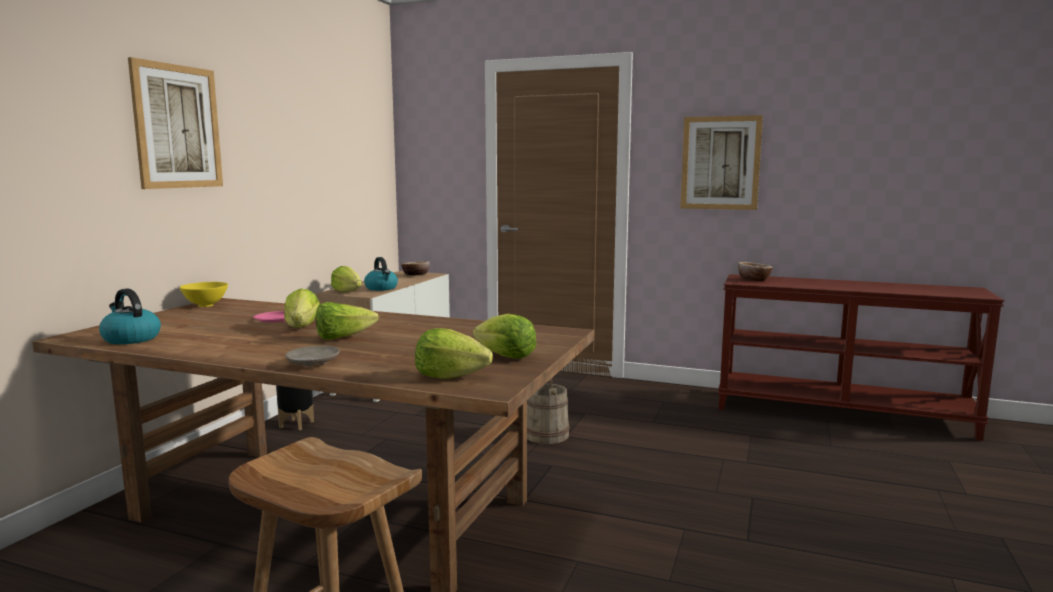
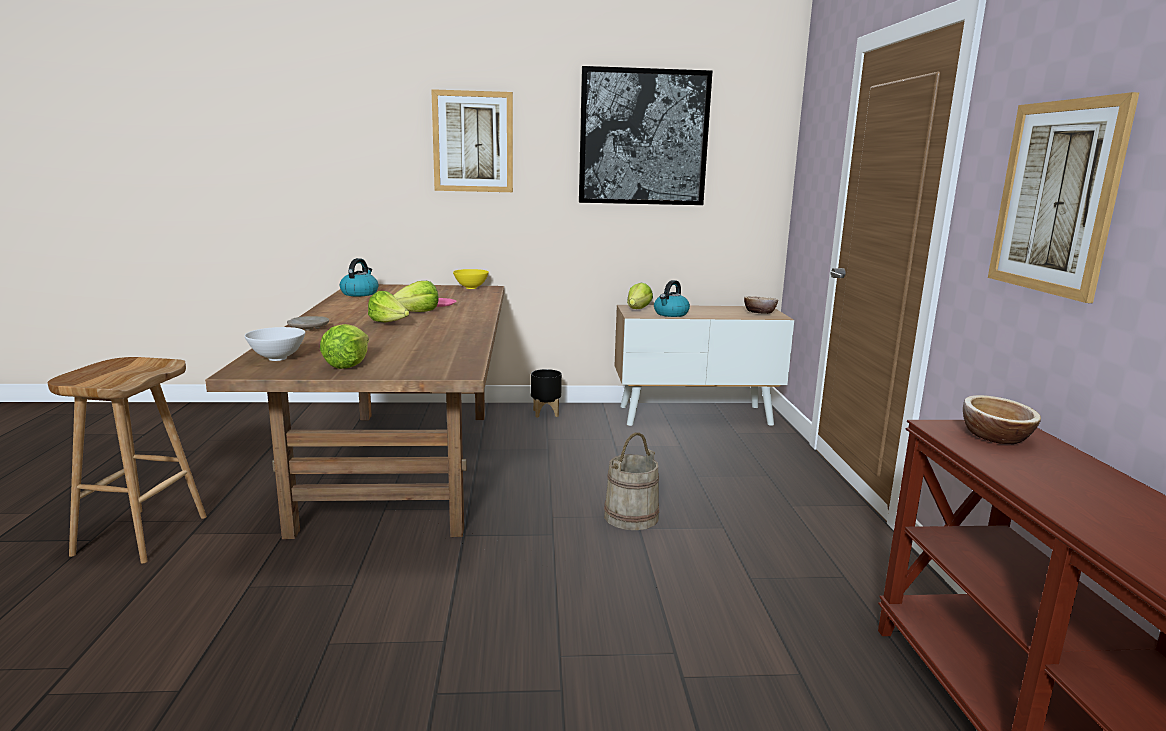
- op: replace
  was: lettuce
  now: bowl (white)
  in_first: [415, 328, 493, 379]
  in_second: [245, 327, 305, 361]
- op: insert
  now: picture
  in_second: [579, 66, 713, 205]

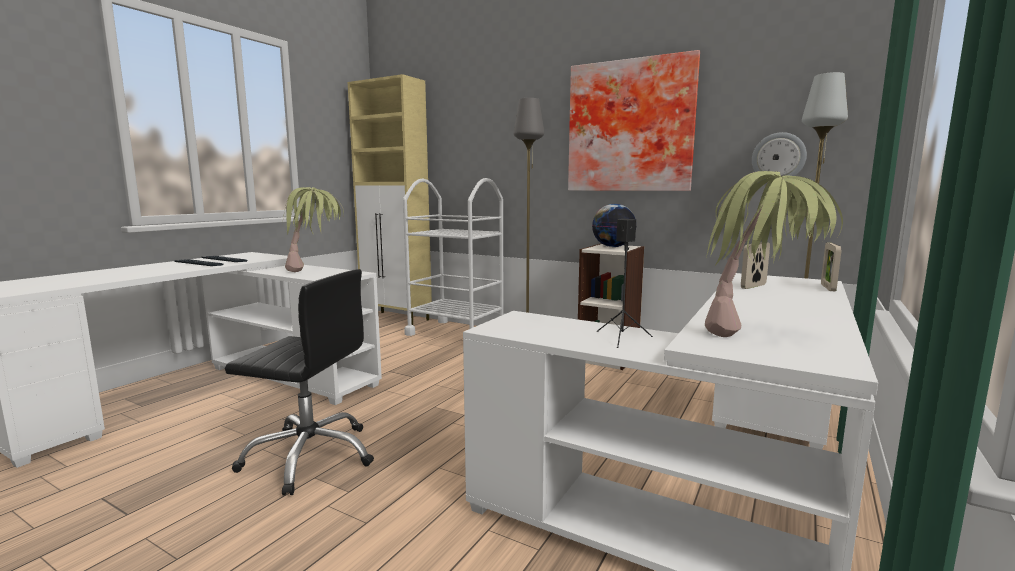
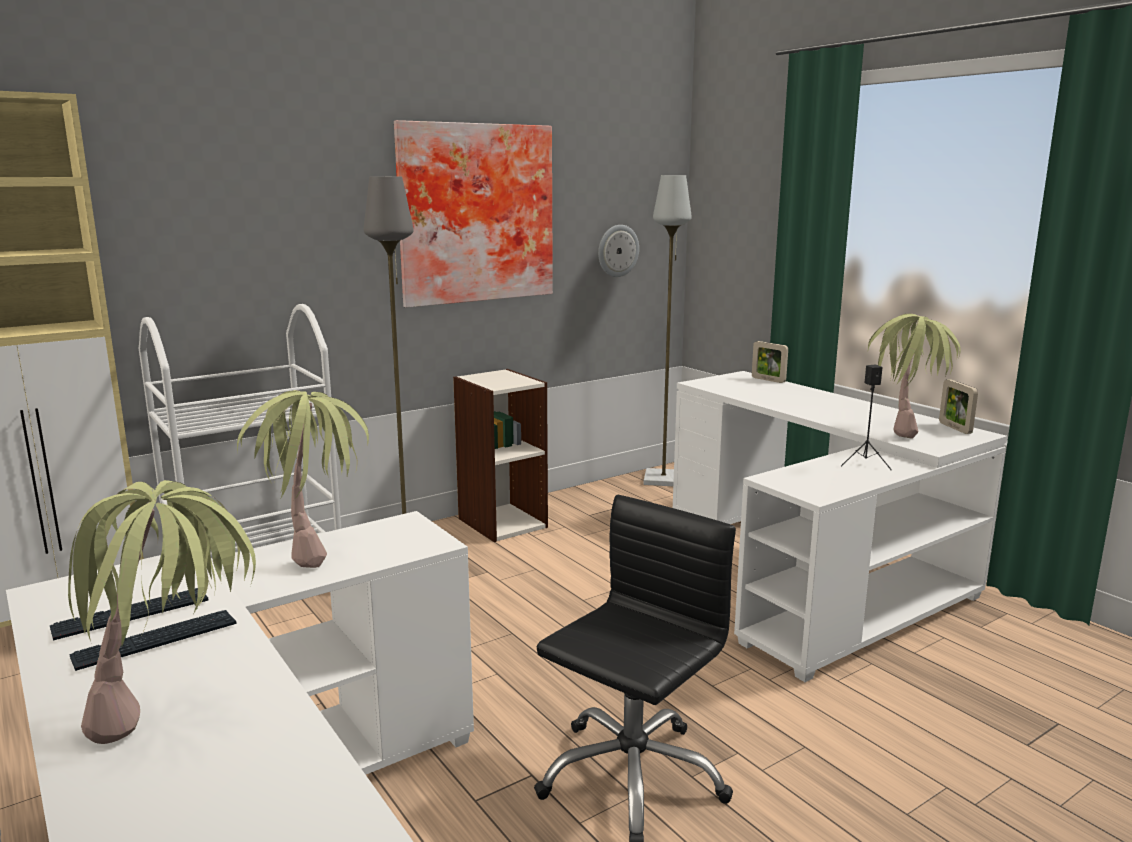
- op: insert
  now: potted plant
  in_second: [68, 480, 256, 744]
- op: move
  was: picture frame
  in_first: [741, 242, 770, 289]
  in_second: [939, 379, 978, 434]
- op: delete
  was: globe
  in_first: [592, 204, 637, 247]

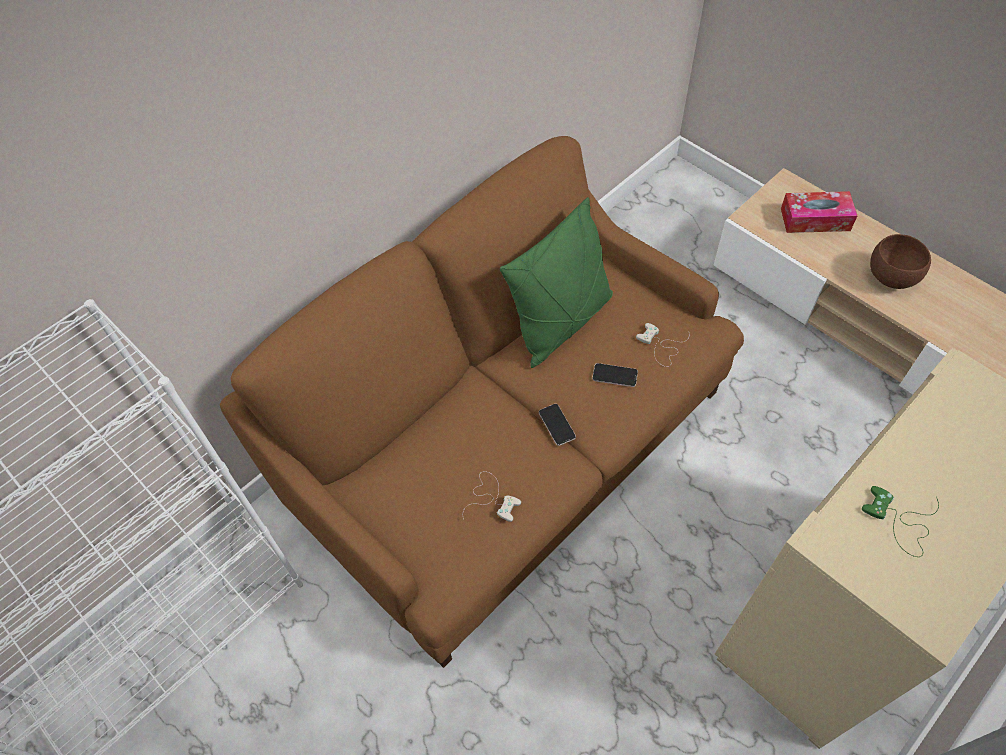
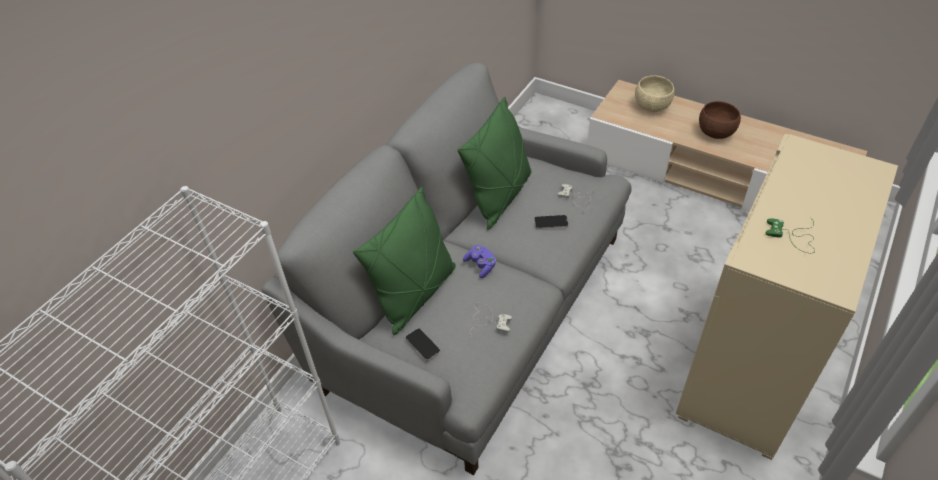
- op: recolor
  was: sofa (brown)
  now: sofa (grey)
  in_first: [220, 136, 744, 668]
  in_second: [262, 63, 632, 475]
- op: insert
  now: pillow (green)
  in_second: [353, 187, 456, 336]
- op: move
  was: phone
  in_first: [539, 404, 576, 446]
  in_second: [405, 328, 440, 361]
- op: insert
  now: game controller (purple)
  in_second: [463, 245, 496, 278]
- op: replace
  was: tissue box
  now: bowl (beige)
  in_first: [781, 191, 857, 233]
  in_second: [635, 75, 675, 112]

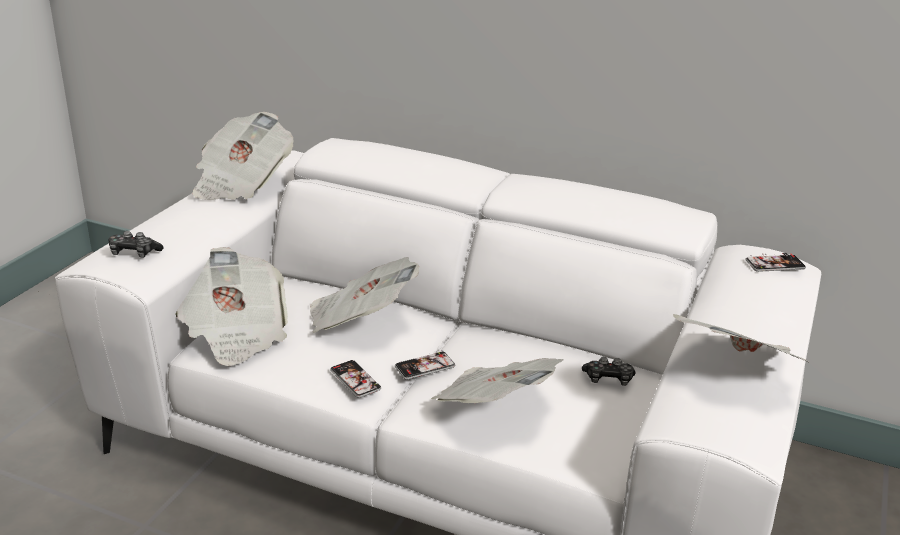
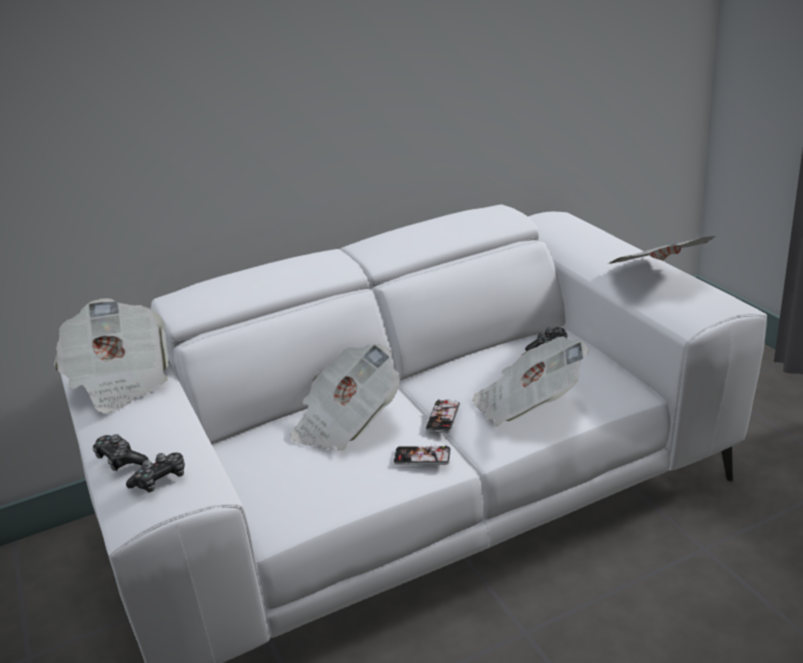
- op: insert
  now: game controller
  in_second: [92, 434, 149, 471]
- op: delete
  was: newspaper
  in_first: [176, 247, 288, 366]
- op: delete
  was: phone
  in_first: [746, 253, 806, 272]

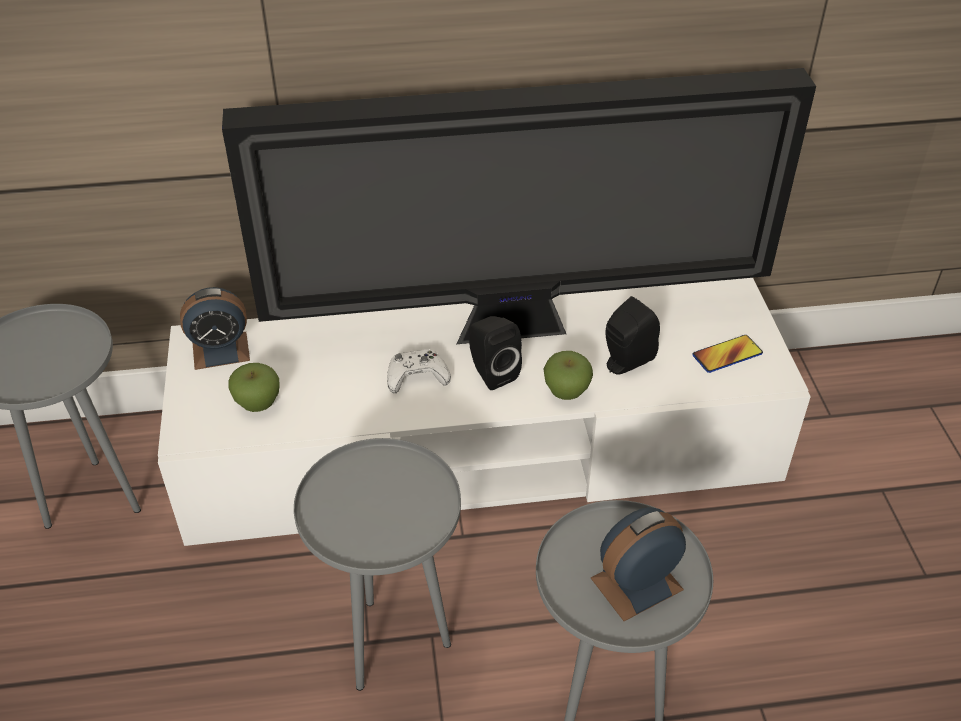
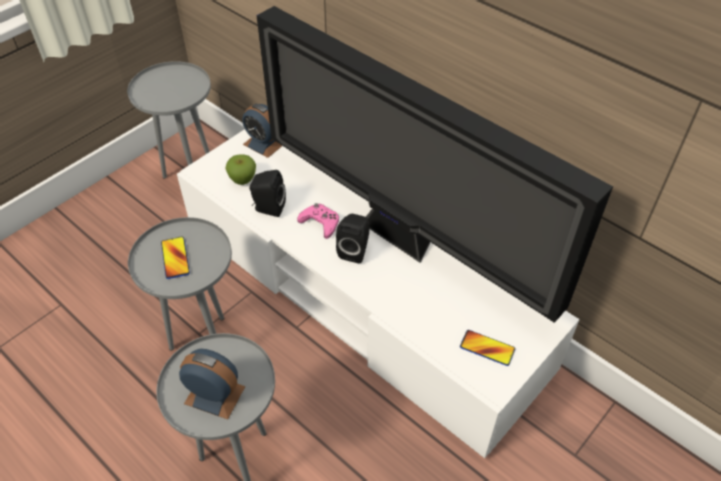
- op: insert
  now: phone
  in_second: [161, 236, 190, 279]
- op: move
  was: speaker (black)
  in_first: [606, 296, 660, 375]
  in_second: [250, 170, 286, 217]
- op: recolor
  was: game controller (white)
  now: game controller (pink)
  in_first: [387, 349, 451, 393]
  in_second: [297, 203, 339, 239]
- op: delete
  was: apple
  in_first: [544, 351, 593, 400]

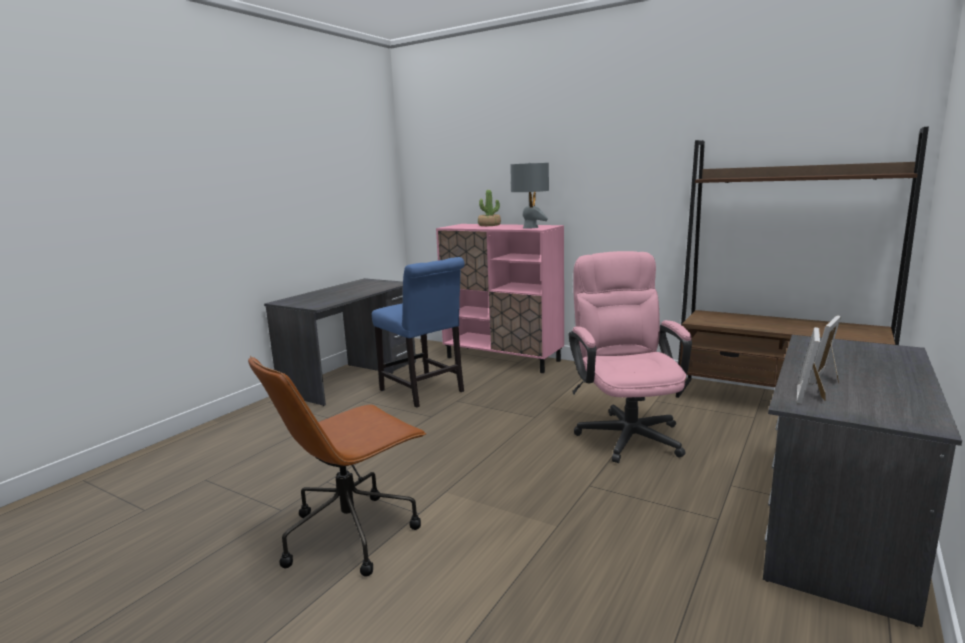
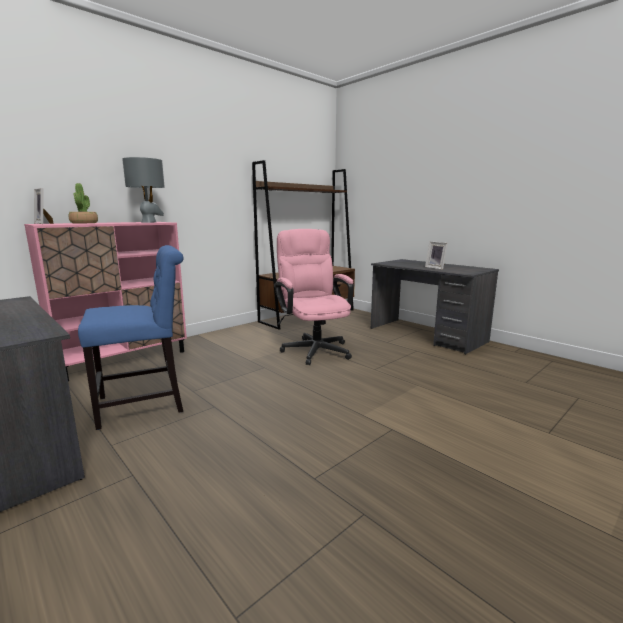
- op: move
  was: picture frame
  in_first: [797, 327, 826, 404]
  in_second: [34, 188, 54, 224]
- op: rotate
  was: office chair (pink)
  in_first: [569, 251, 692, 463]
  in_second: [274, 229, 354, 365]
  clockwise: 60
- op: delete
  was: office chair (brown)
  in_first: [248, 356, 427, 577]

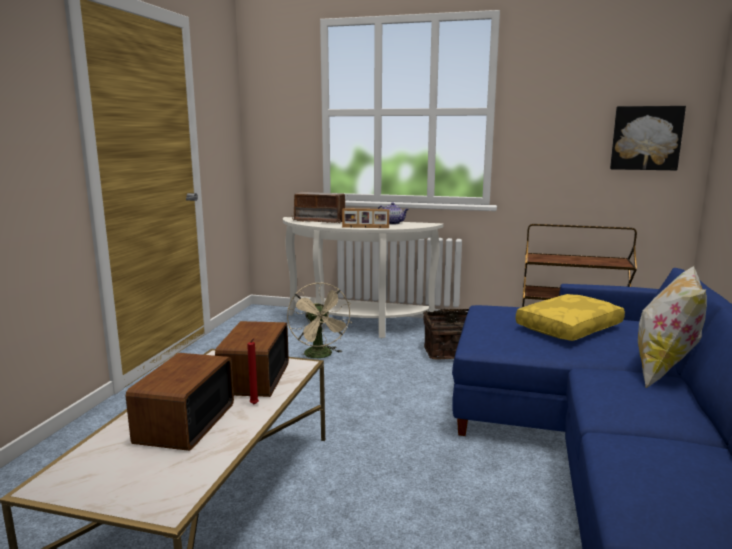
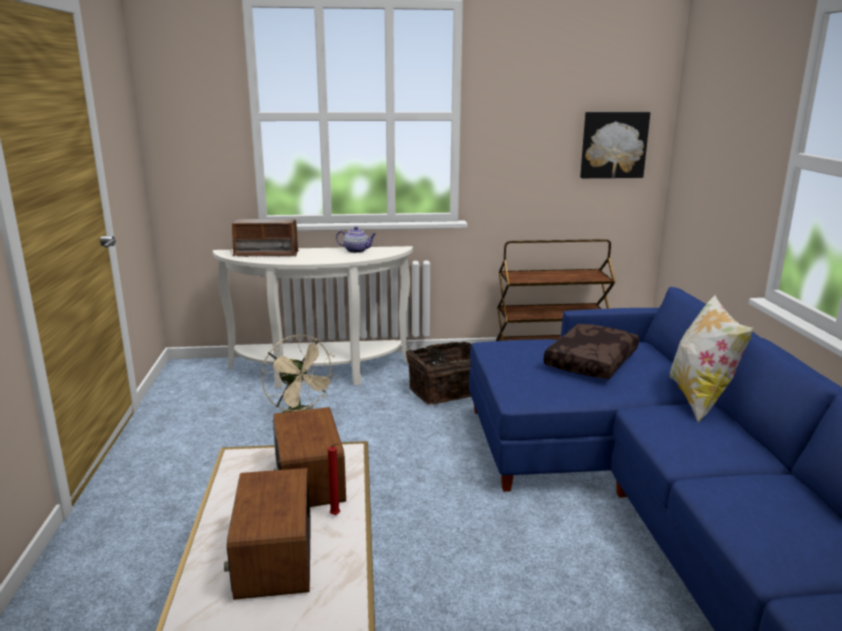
- op: recolor
  was: pillow (yellow)
  now: pillow (brown)
  in_first: [516, 294, 625, 341]
  in_second: [544, 324, 639, 379]
- op: delete
  was: picture frame
  in_first: [342, 208, 389, 228]

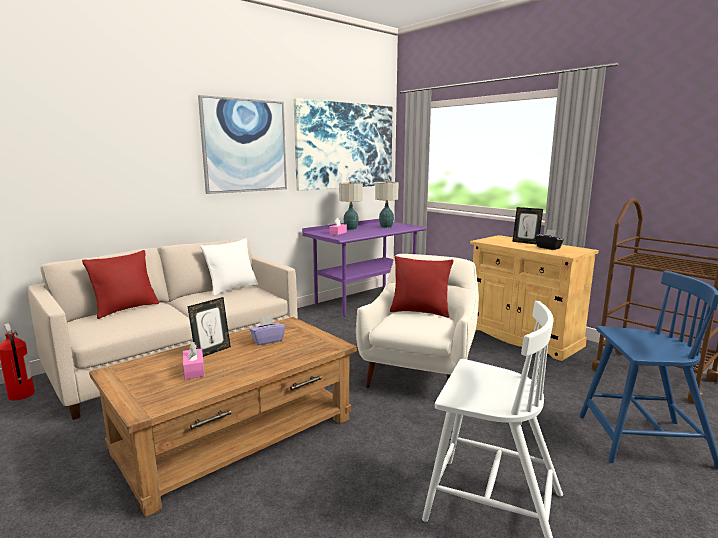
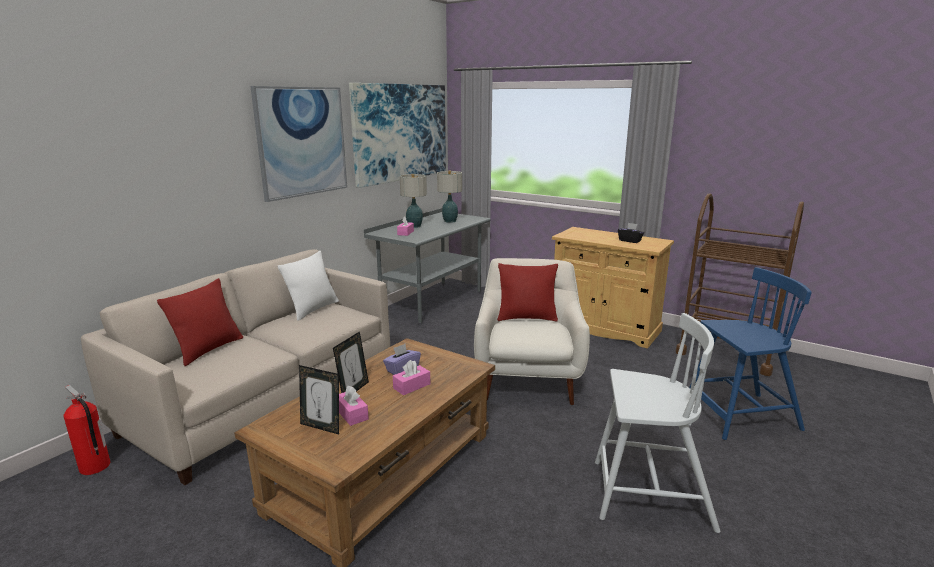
- op: move
  was: picture frame
  in_first: [512, 207, 543, 244]
  in_second: [299, 365, 339, 434]
- op: recolor
  was: desk (purple)
  now: desk (grey)
  in_first: [302, 219, 426, 319]
  in_second: [364, 208, 491, 326]
- op: insert
  now: tissue box (pink)
  in_second: [393, 360, 430, 395]

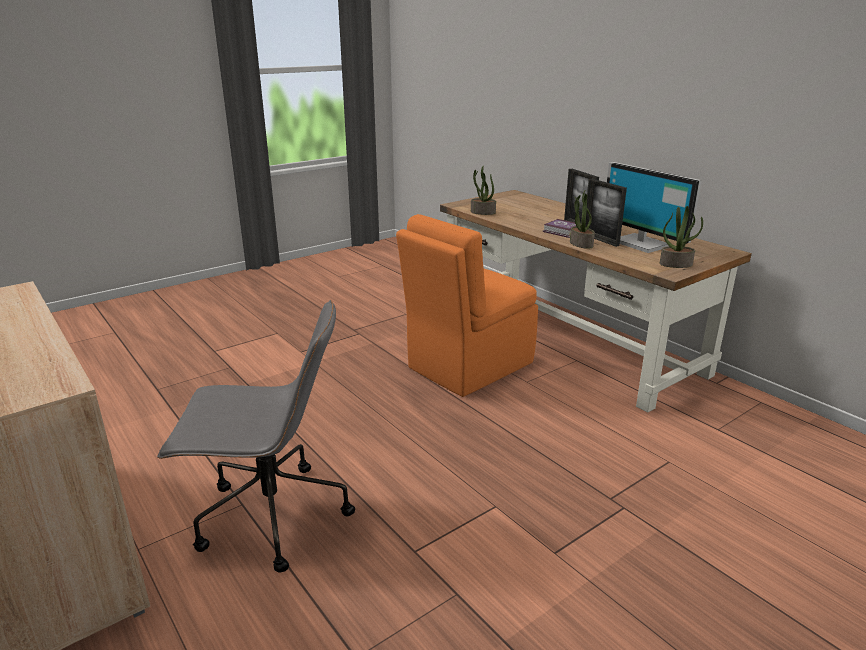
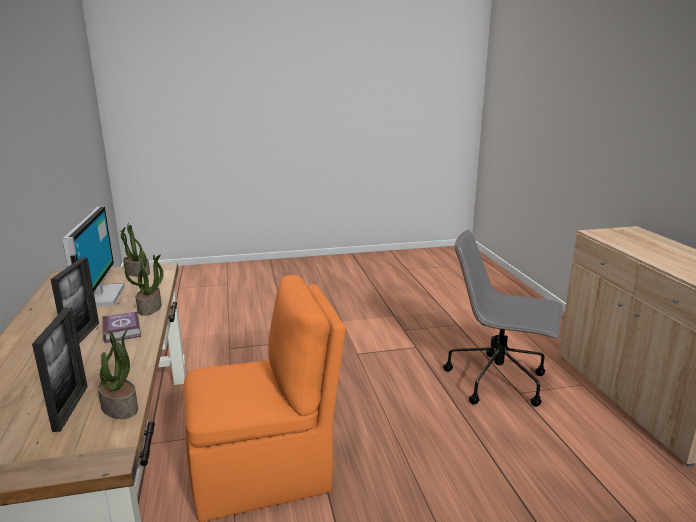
- op: move
  was: picture frame
  in_first: [585, 179, 627, 247]
  in_second: [32, 308, 88, 432]

